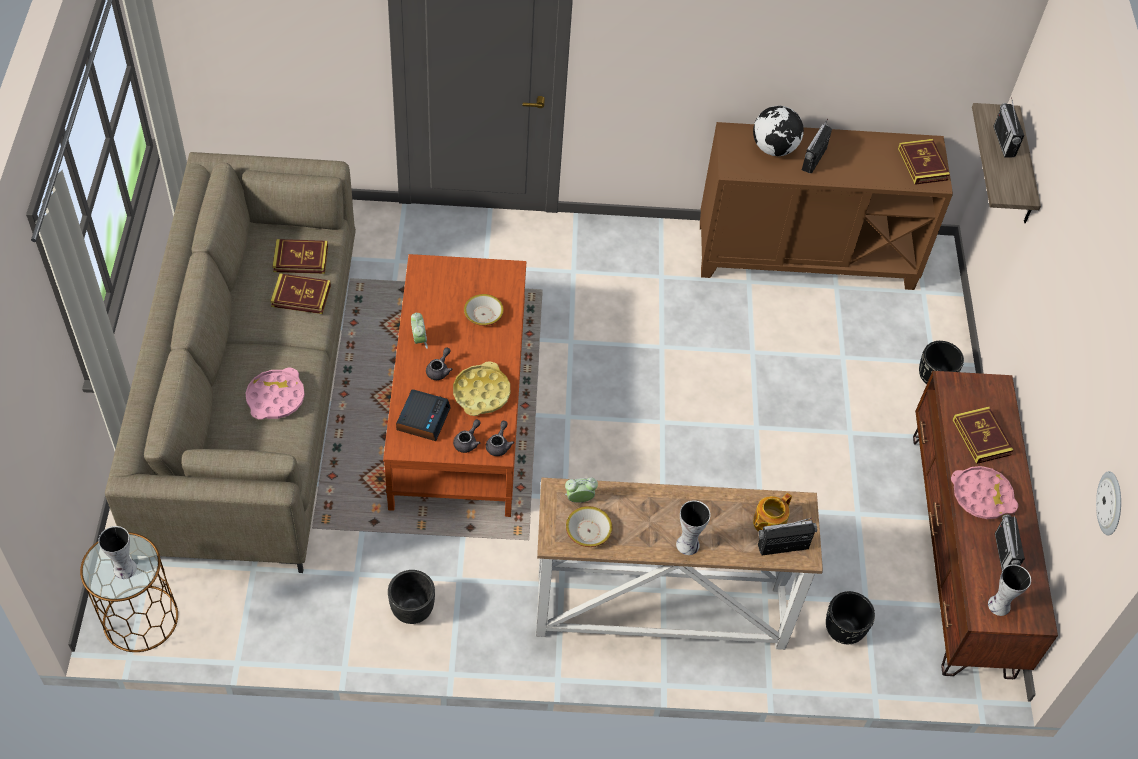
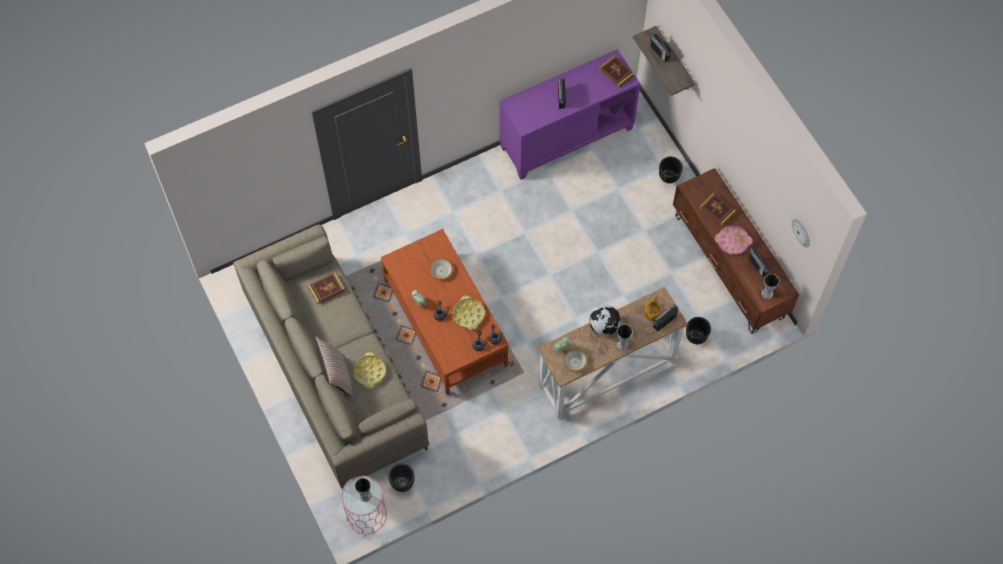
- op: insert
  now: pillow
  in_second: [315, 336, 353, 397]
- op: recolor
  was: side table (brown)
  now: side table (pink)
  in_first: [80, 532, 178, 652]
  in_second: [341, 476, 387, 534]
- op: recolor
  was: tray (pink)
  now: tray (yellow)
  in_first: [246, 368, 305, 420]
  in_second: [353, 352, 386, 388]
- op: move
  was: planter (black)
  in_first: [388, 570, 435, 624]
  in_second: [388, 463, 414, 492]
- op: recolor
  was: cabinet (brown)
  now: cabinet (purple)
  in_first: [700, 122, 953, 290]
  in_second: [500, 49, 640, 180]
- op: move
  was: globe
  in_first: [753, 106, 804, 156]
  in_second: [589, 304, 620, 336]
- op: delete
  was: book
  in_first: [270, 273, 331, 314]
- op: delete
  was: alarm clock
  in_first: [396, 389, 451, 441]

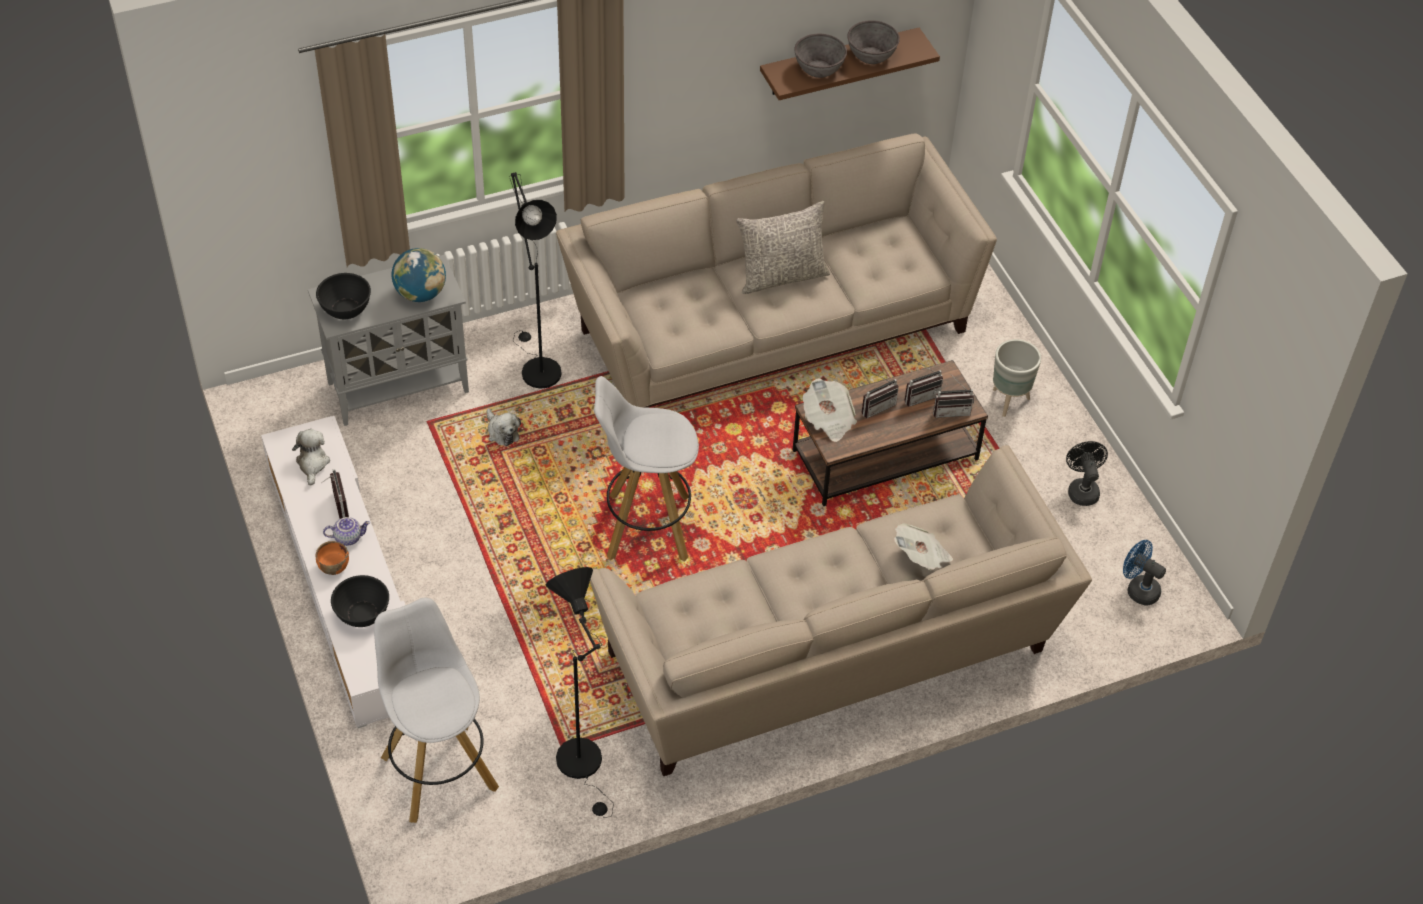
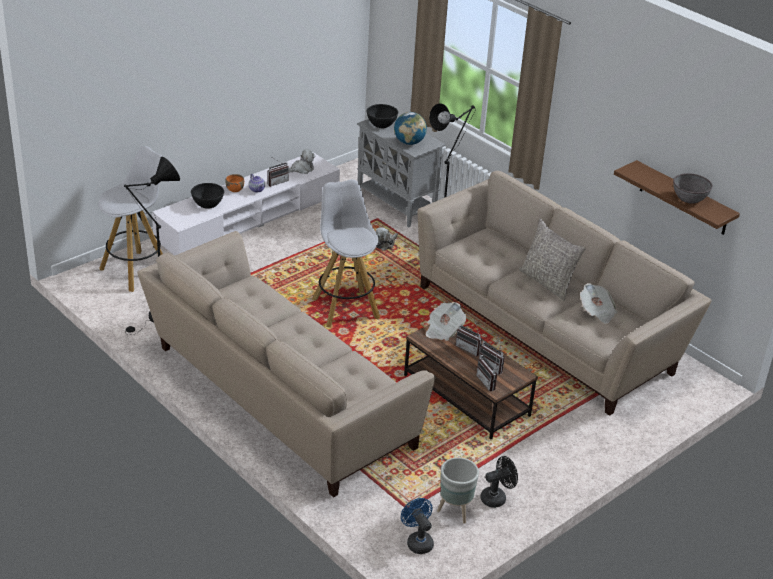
- op: rotate
  was: fan (blue)
  in_first: [1123, 540, 1166, 605]
  in_second: [401, 498, 434, 554]
  clockwise: -45
- op: move
  was: planter (grey)
  in_first: [993, 339, 1041, 417]
  in_second: [437, 457, 479, 524]
- op: move
  was: newspaper
  in_first: [893, 523, 953, 571]
  in_second: [580, 283, 618, 324]
- op: delete
  was: bowl (grey)
  in_first: [794, 34, 847, 78]

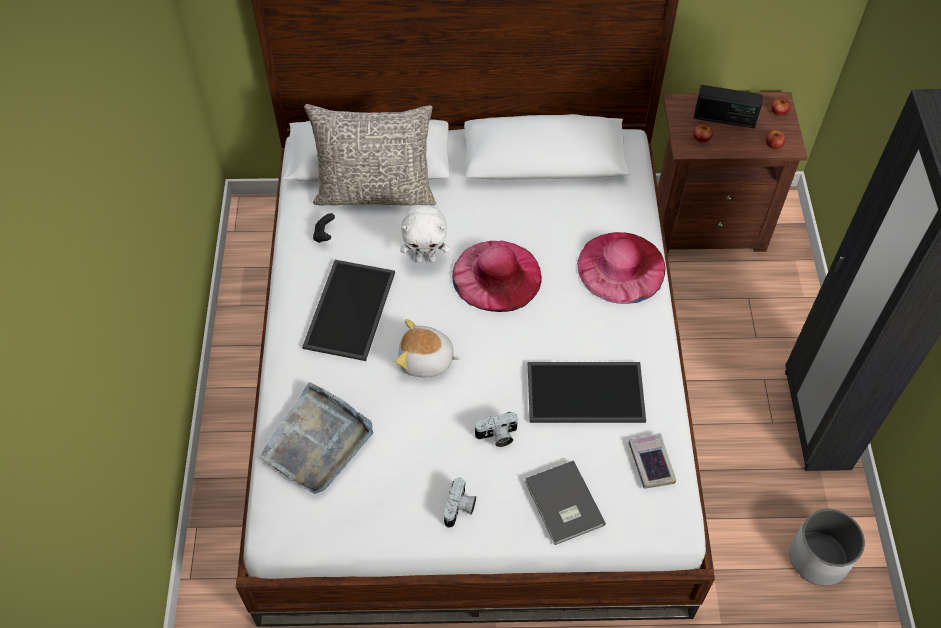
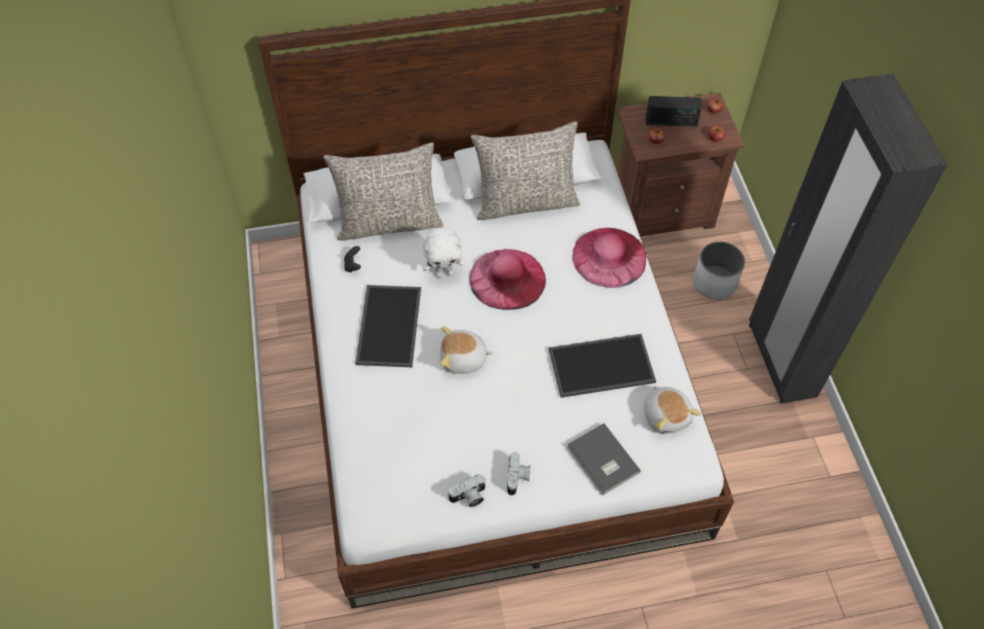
- op: move
  was: photo camera
  in_first: [474, 412, 519, 447]
  in_second: [448, 474, 486, 507]
- op: insert
  now: pillow (grey)
  in_second: [471, 121, 580, 220]
- op: replace
  was: book
  now: plush toy
  in_first: [628, 433, 677, 489]
  in_second: [644, 386, 701, 434]
- op: move
  was: planter (white)
  in_first: [790, 509, 865, 586]
  in_second: [693, 241, 745, 299]
- op: delete
  was: tray (grey)
  in_first: [259, 382, 373, 494]

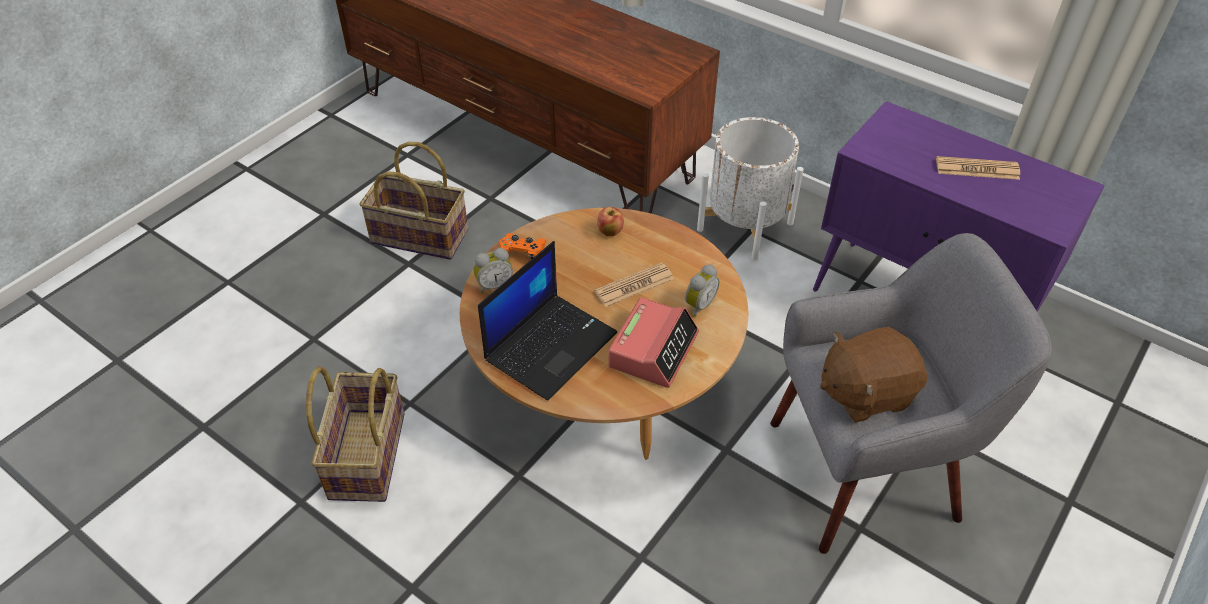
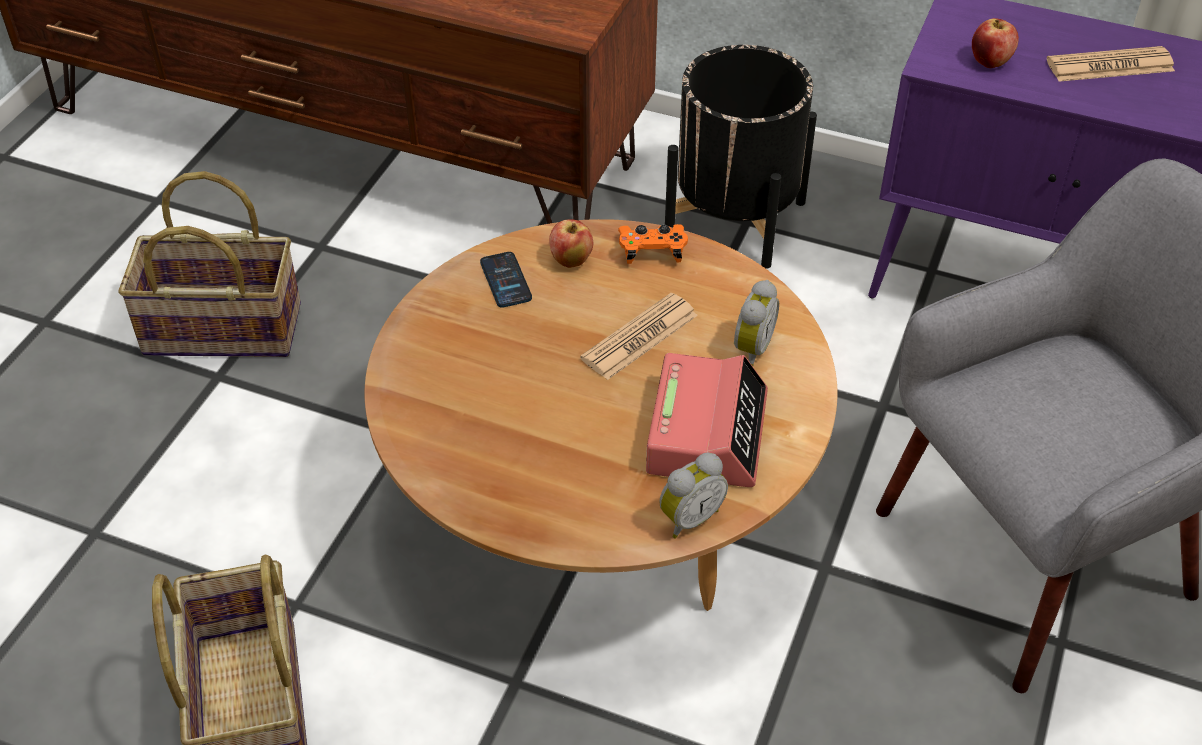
- op: insert
  now: phone
  in_second: [480, 252, 532, 308]
- op: move
  was: game controller (orange)
  in_first: [499, 233, 547, 260]
  in_second: [618, 224, 688, 264]
- op: move
  was: alarm clock
  in_first: [474, 248, 513, 293]
  in_second: [660, 453, 728, 538]
- op: recolor
  was: planter (white)
  now: planter (black)
  in_first: [697, 117, 804, 260]
  in_second: [665, 45, 817, 269]
- op: insert
  now: apple
  in_second: [972, 18, 1019, 68]
- op: delete
  was: laptop
  in_first: [478, 241, 617, 401]
- op: delete
  was: plush toy (brown)
  in_first: [820, 327, 927, 422]

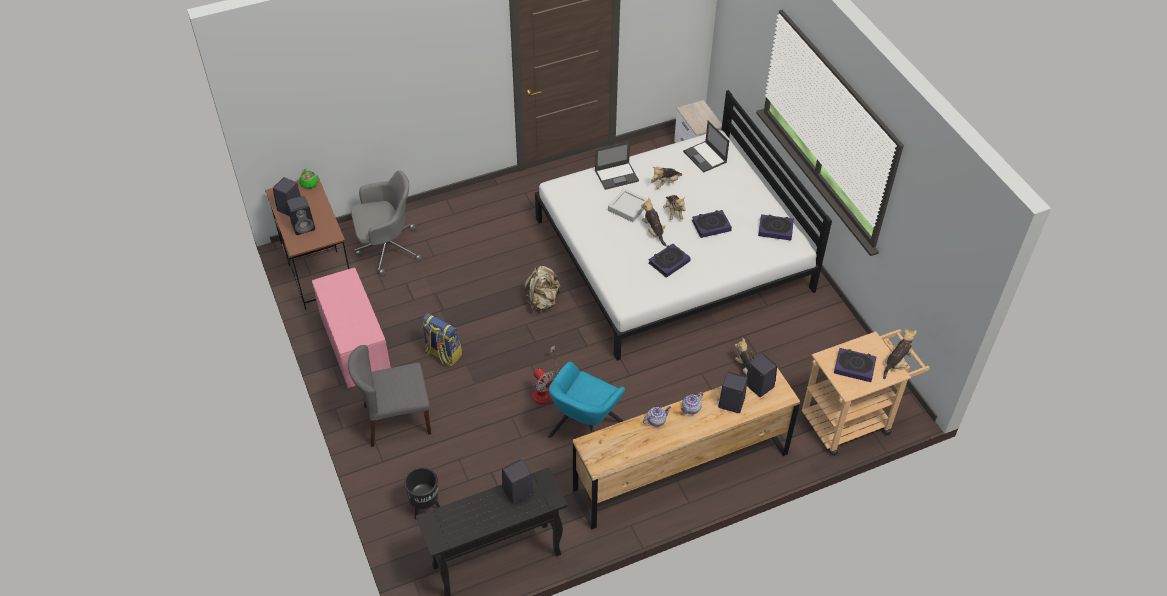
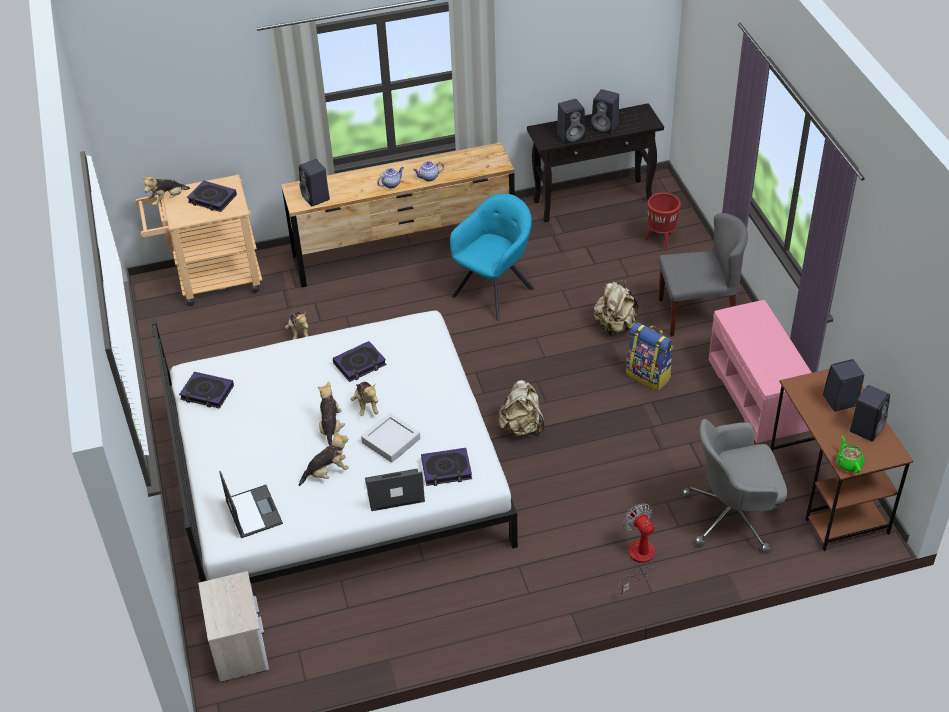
- op: move
  was: book
  in_first: [692, 210, 732, 238]
  in_second: [421, 448, 472, 486]
- op: move
  was: speaker (black)
  in_first: [718, 372, 748, 413]
  in_second: [591, 89, 619, 134]
- op: insert
  now: backpack (beige)
  in_second: [594, 280, 639, 336]
- op: move
  was: fan
  in_first: [532, 345, 558, 404]
  in_second: [618, 504, 655, 595]
- op: recolor
  was: planter (black)
  now: planter (red)
  in_first: [404, 467, 440, 519]
  in_second: [646, 193, 681, 250]

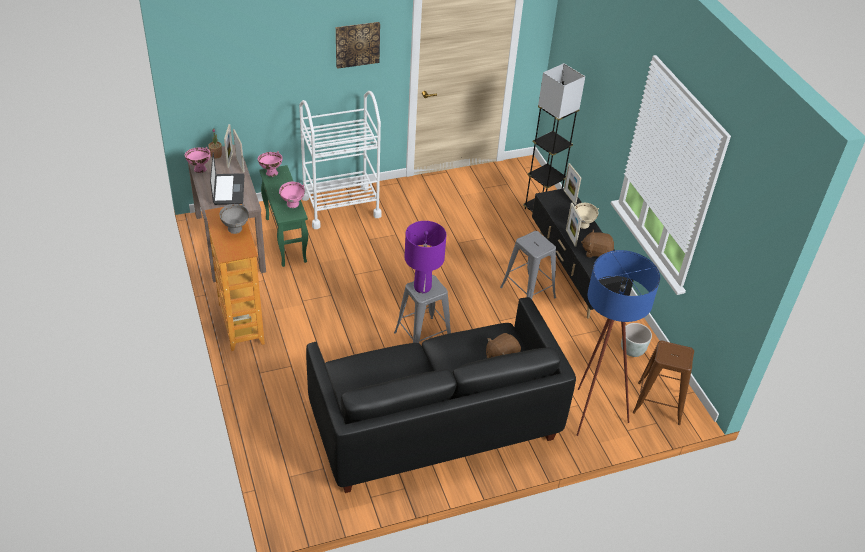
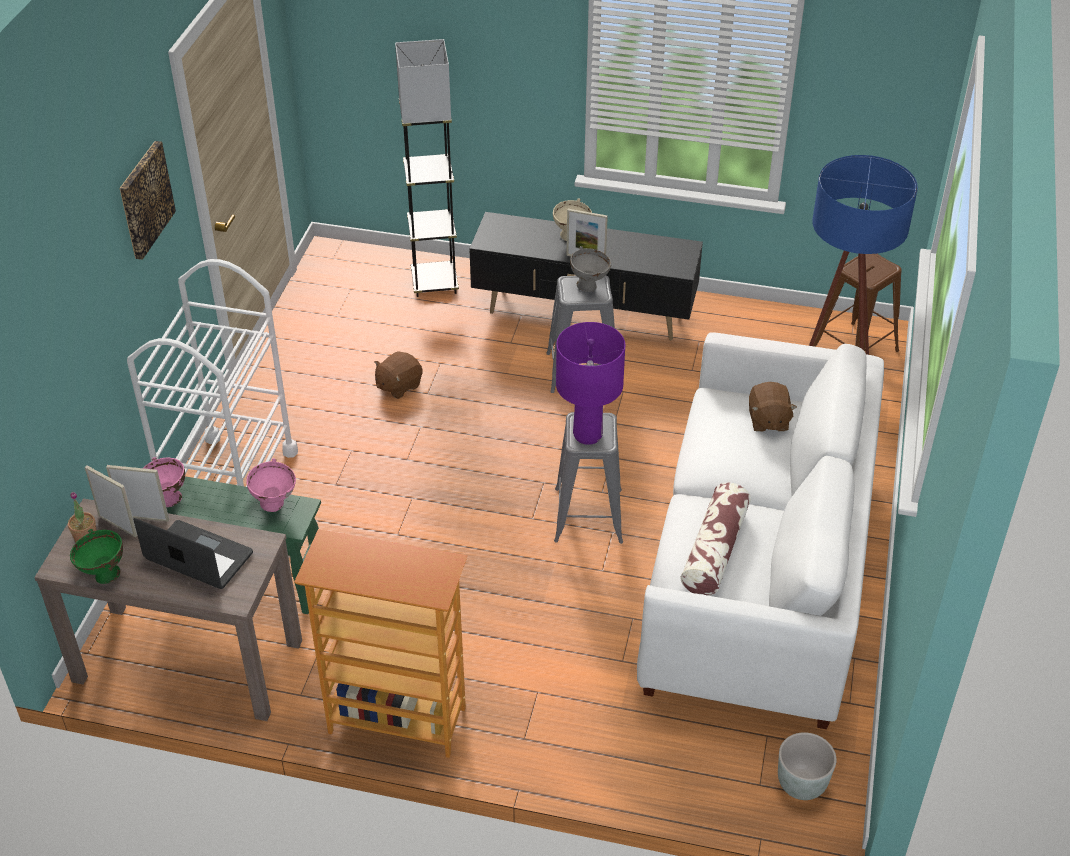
- op: recolor
  was: bowl (pink)
  now: bowl (green)
  in_first: [185, 147, 211, 173]
  in_second: [70, 529, 123, 584]
- op: move
  was: plush toy (brown)
  in_first: [581, 230, 614, 258]
  in_second: [374, 351, 423, 399]
- op: move
  was: bowl (grey)
  in_first: [219, 204, 249, 234]
  in_second: [570, 246, 611, 292]
- op: recolor
  was: sofa (black)
  now: sofa (white)
  in_first: [306, 297, 576, 493]
  in_second: [637, 332, 884, 729]
- op: insert
  now: pillow
  in_second: [680, 482, 751, 596]
- op: move
  was: planter (grey)
  in_first: [621, 323, 652, 357]
  in_second: [778, 732, 837, 800]
- op: delete
  was: picture frame
  in_first: [564, 163, 581, 205]

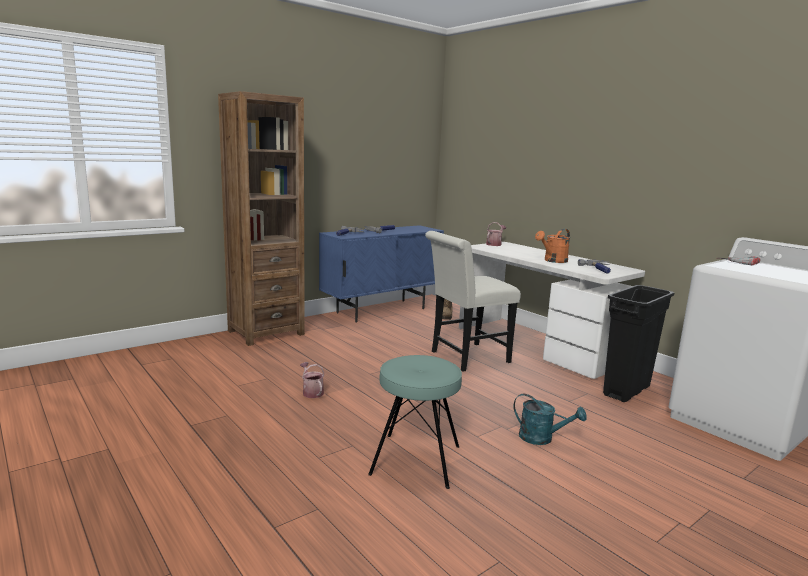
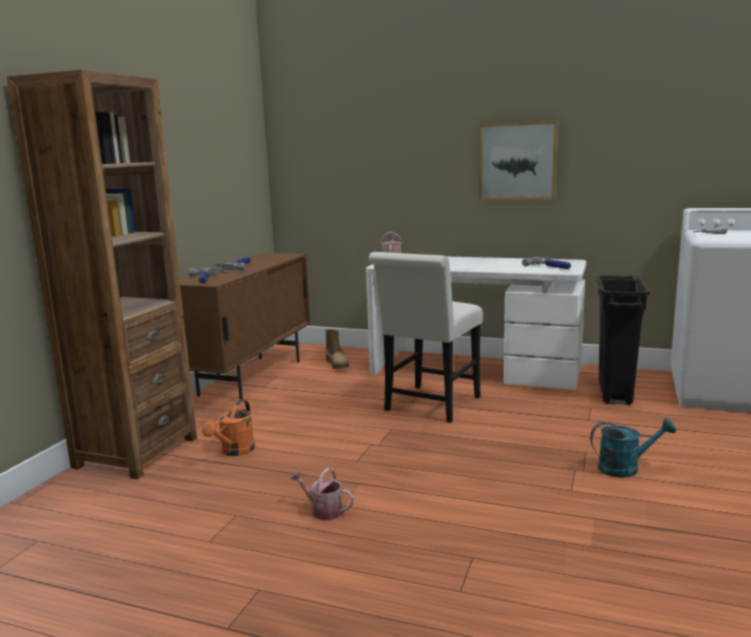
- op: recolor
  was: cabinet (blue)
  now: cabinet (brown)
  in_first: [319, 225, 444, 322]
  in_second: [180, 253, 311, 400]
- op: move
  was: watering can (orange)
  in_first: [535, 229, 570, 263]
  in_second: [202, 400, 255, 456]
- op: insert
  now: picture
  in_second: [479, 120, 558, 200]
- op: delete
  was: stool (turquoise)
  in_first: [368, 355, 462, 489]

